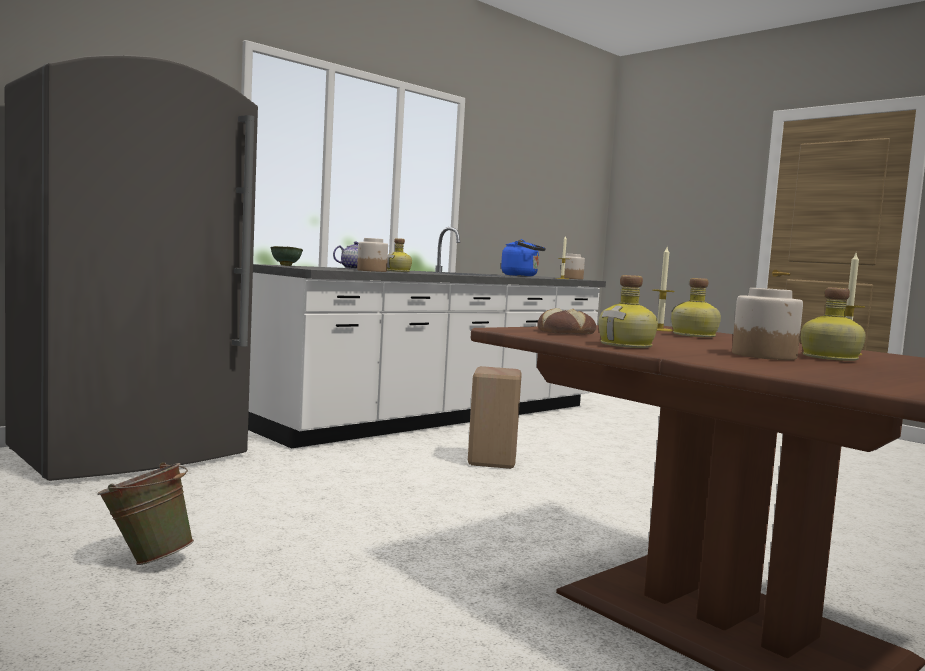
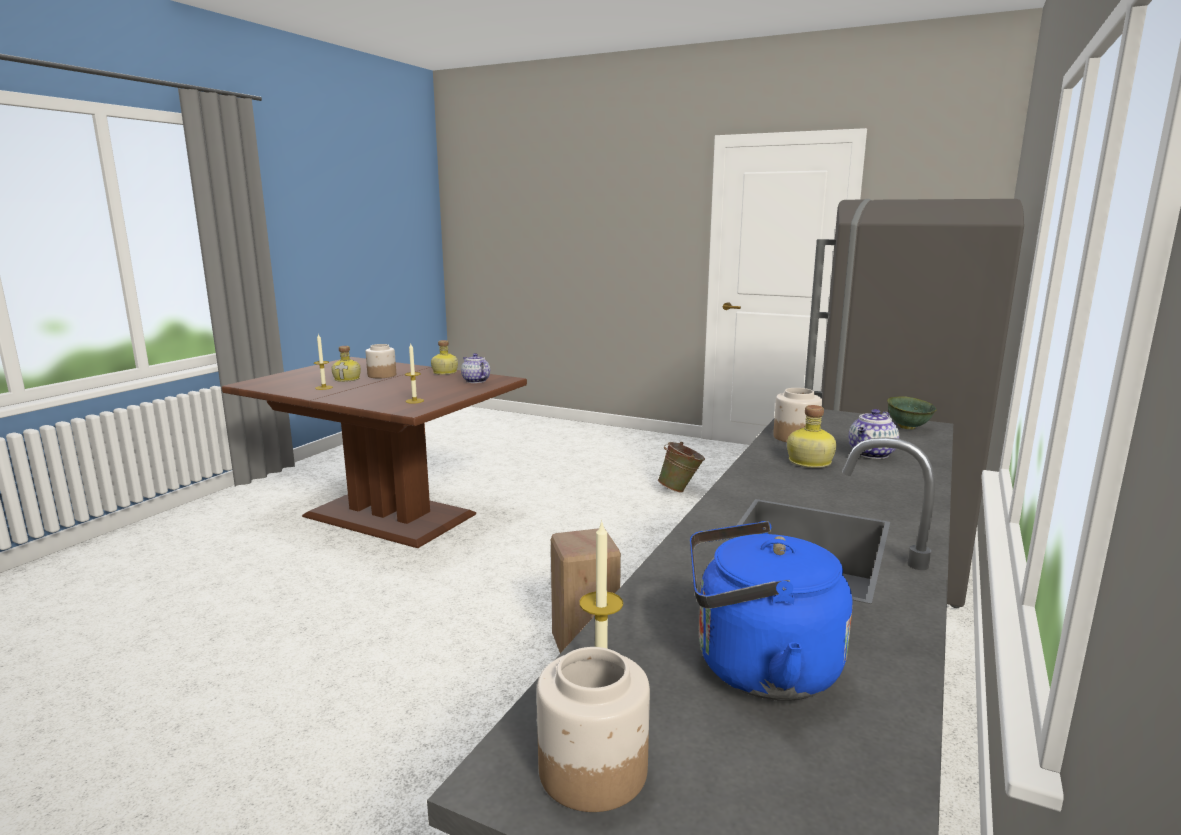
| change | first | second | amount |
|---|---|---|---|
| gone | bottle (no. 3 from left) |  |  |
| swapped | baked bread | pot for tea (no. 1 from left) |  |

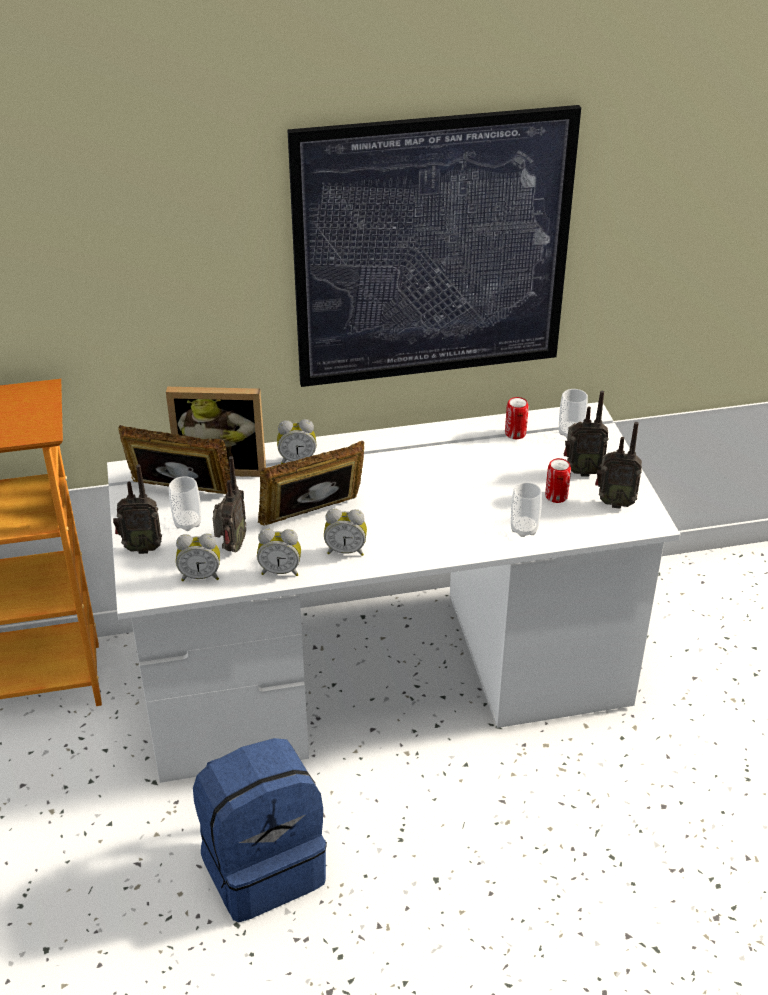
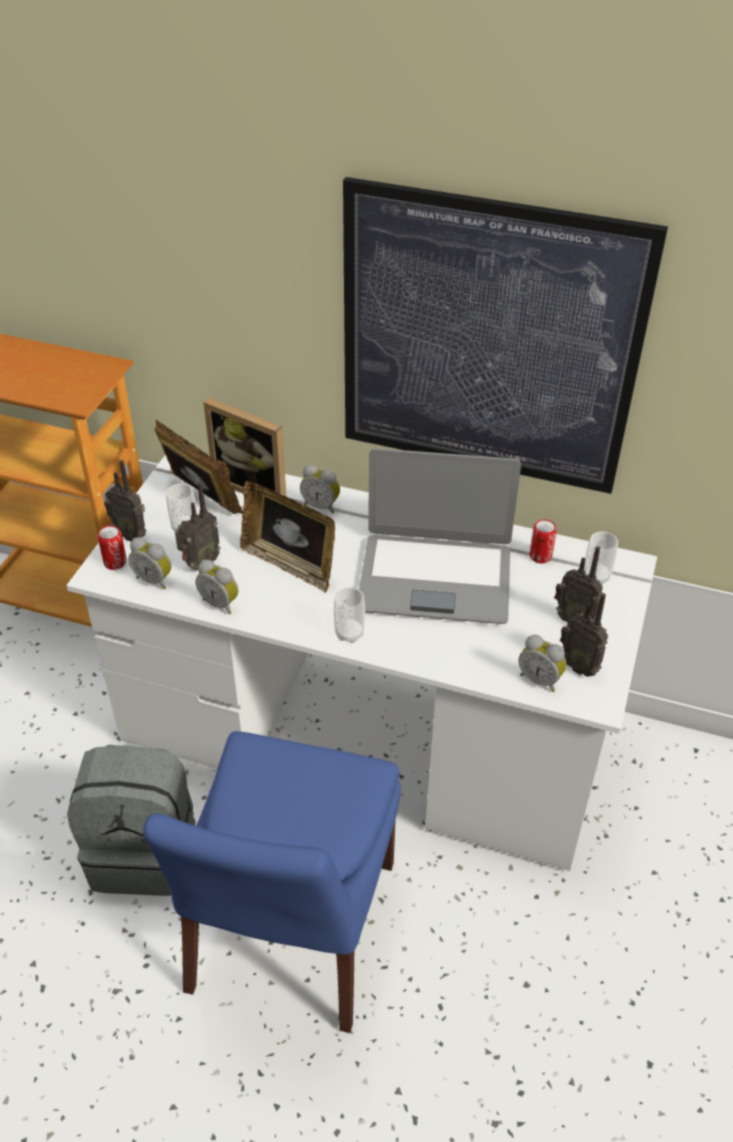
| change | first | second | amount |
|---|---|---|---|
| rotated | standing frame (no. 3 from left) |  | 150 degrees counterclockwise |
| shifted | can (no. 2 from left in the first image) | can (no. 1 from left) |  |
| shifted | small cup (no. 2 from left) |  |  |
| shifted | bedside clock (no. 4 from left) |  |  |
| repainted | blue-coloured knapsack | greyish knapsack |  |
| new |  | laptop |  |
| new |  | blue-coloured upright chair |  |

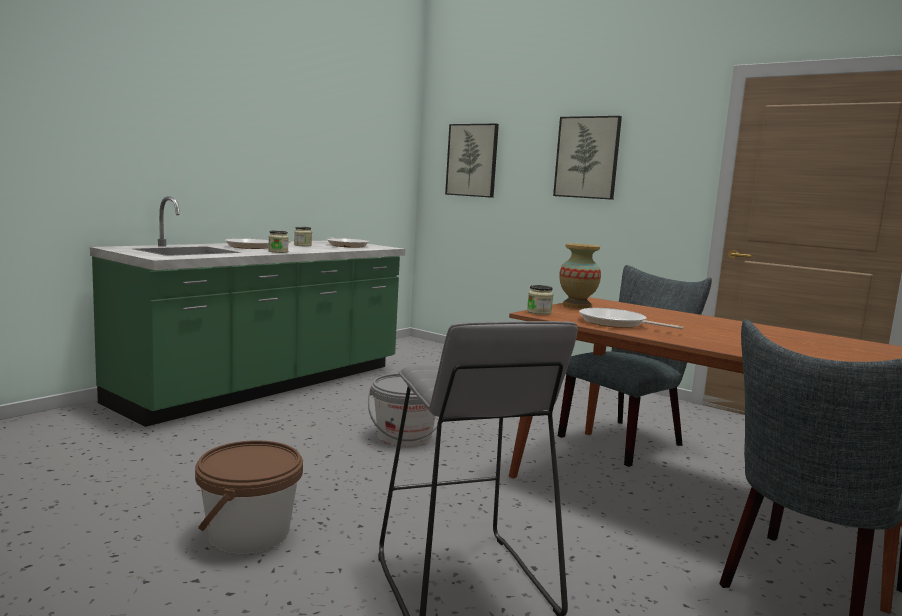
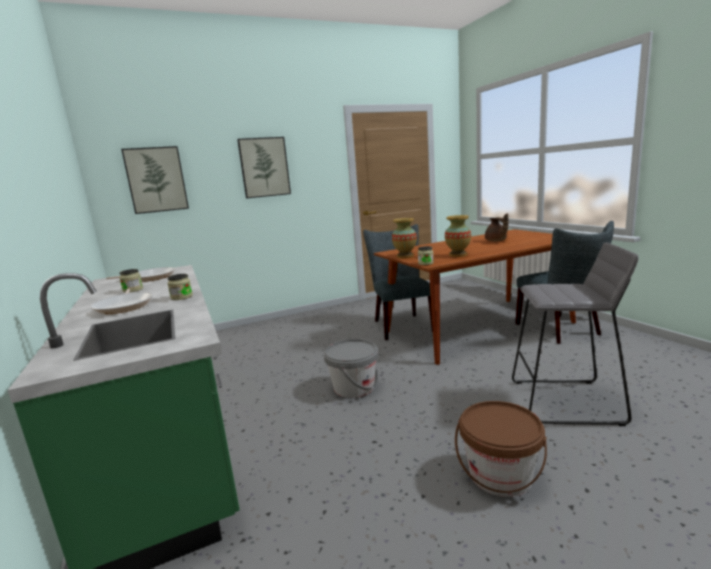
| change | first | second | amount |
|---|---|---|---|
| swapped | skillet (no. 3 from left) | vase (no. 2 from left) |  |
| new |  | brown-coloured pot for tea |  |

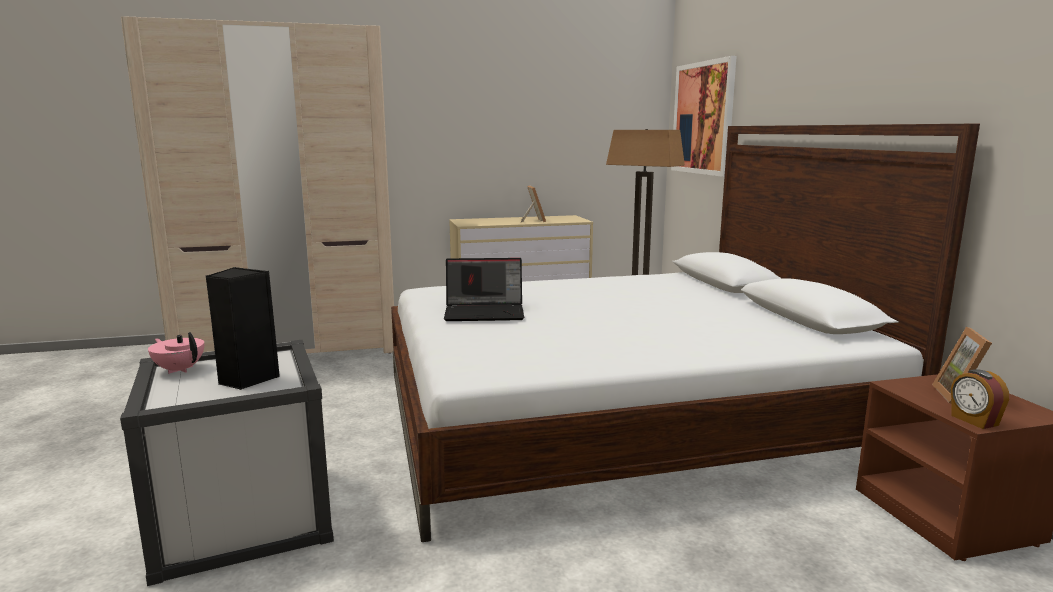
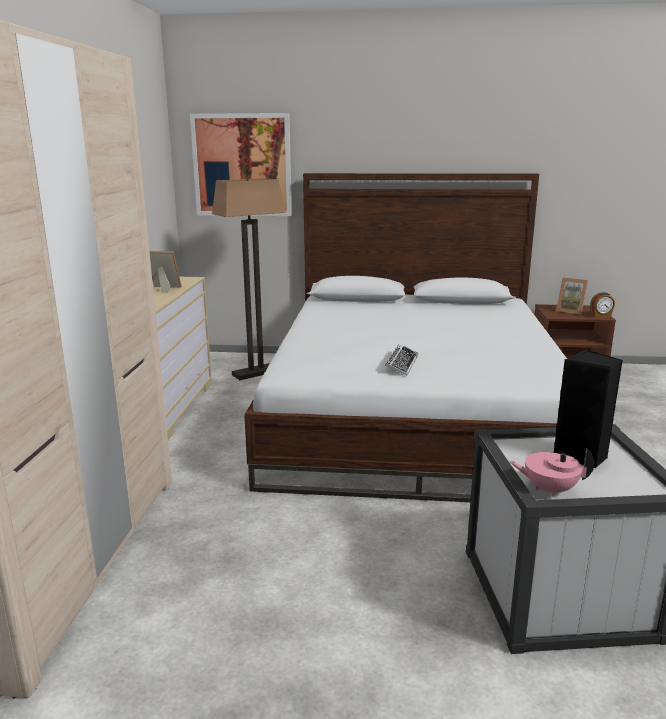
| change | first | second | amount |
|---|---|---|---|
| swapped | laptop | computer keyboard |  |
| rotated | pinkish pot for tea |  | 45 degrees clockwise |

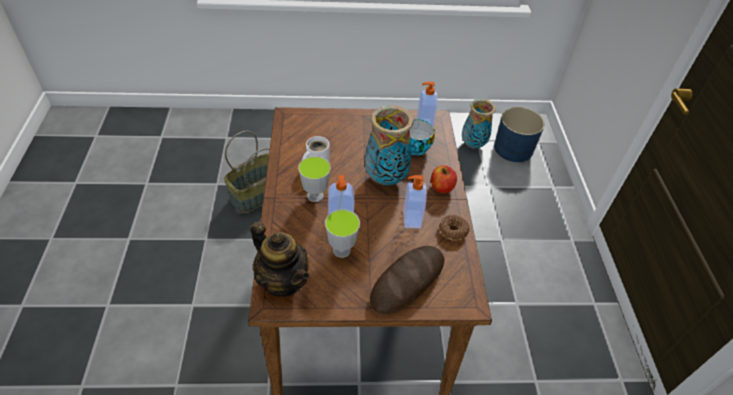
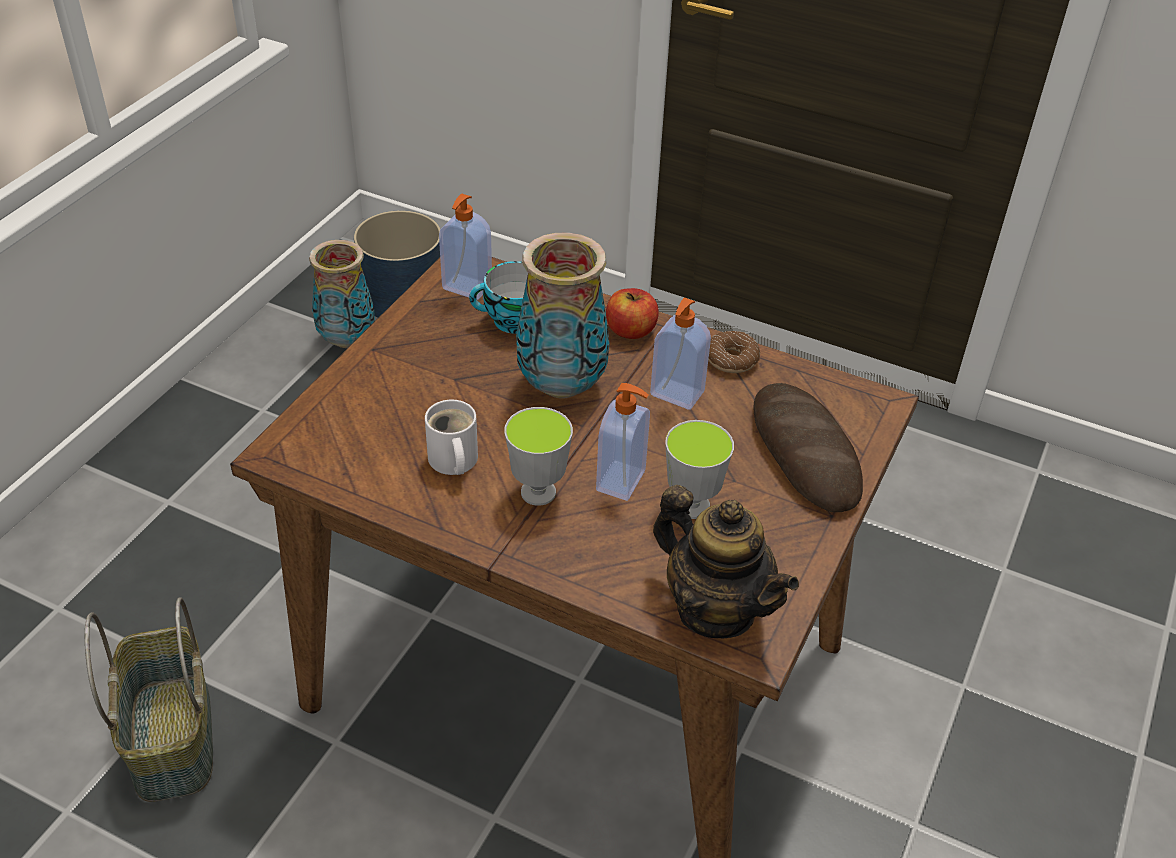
| change | first | second | amount |
|---|---|---|---|
| rotated | pot for tea |  | 60 degrees clockwise |

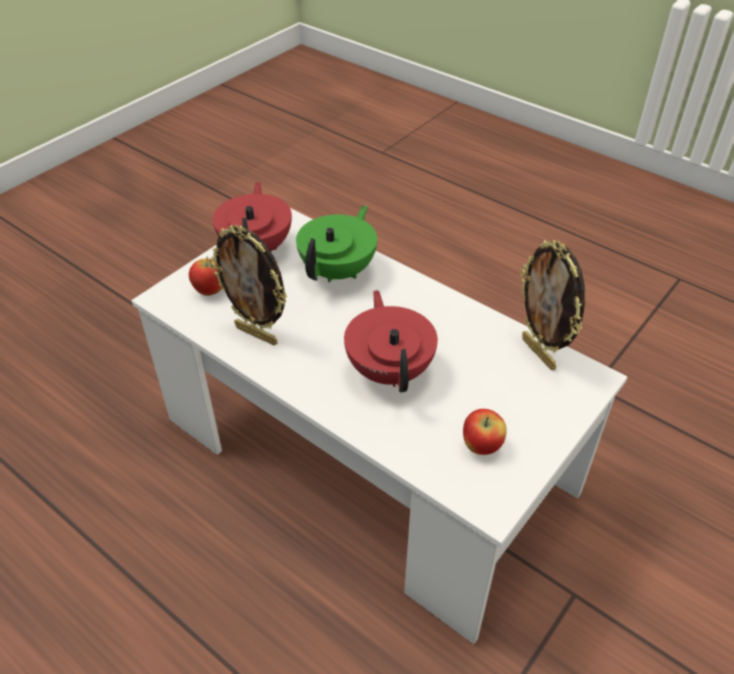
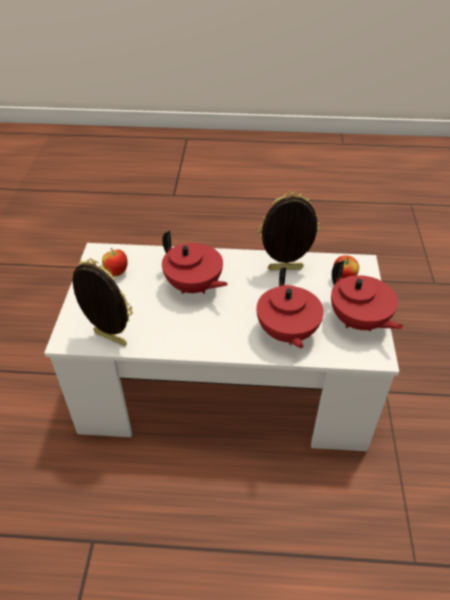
| change | first | second | amount |
|---|---|---|---|
| repainted | greenish pot for tea | red pot for tea (no. 2 from left) |  |

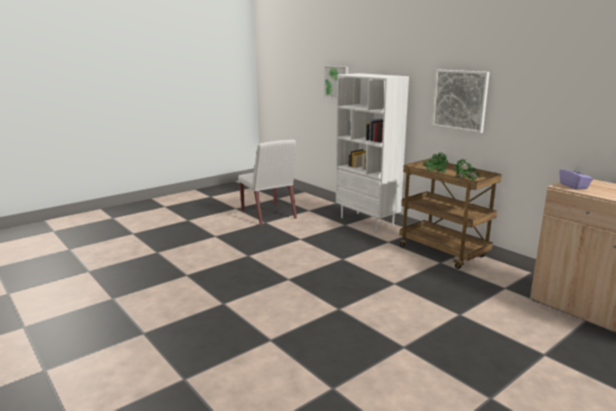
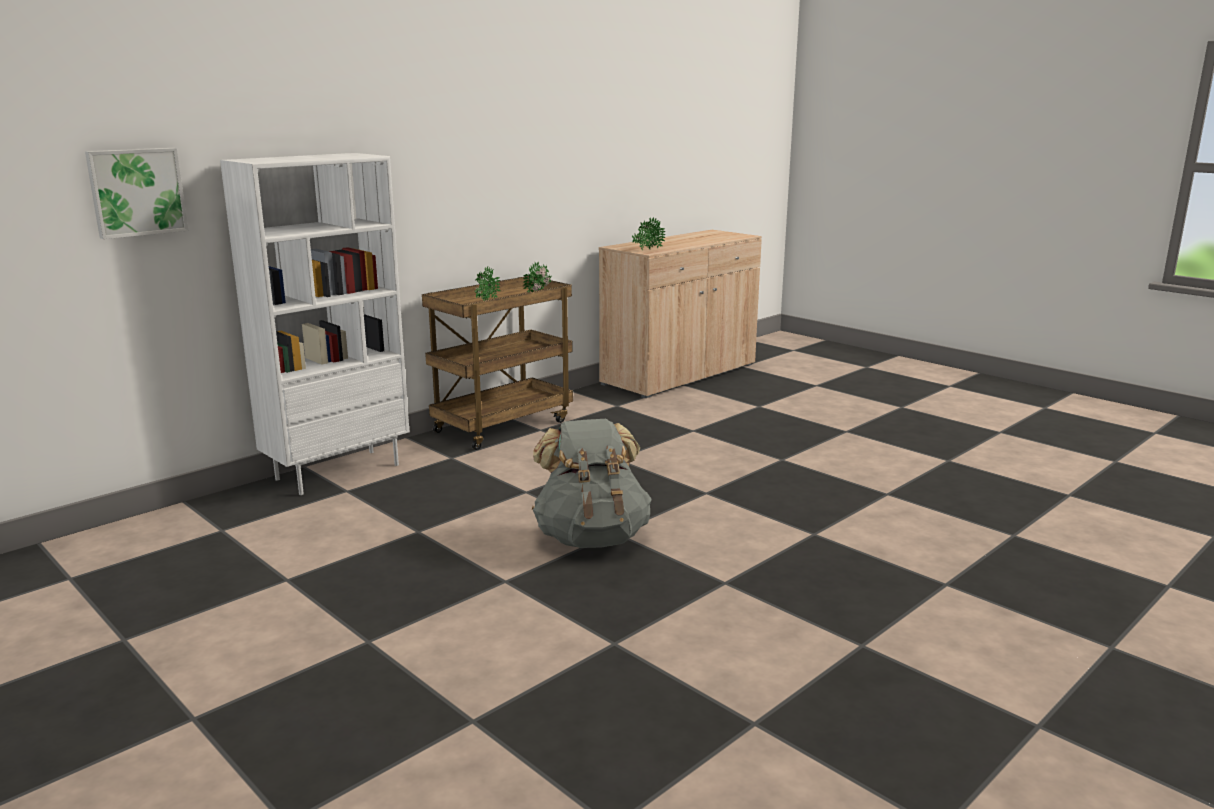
| change | first | second | amount |
|---|---|---|---|
| gone | picture (no. 2 from left) |  |  |
| gone | white-coloured upright chair |  |  |
| swapped | purplish box of tissues | potted plant (no. 3 from left) |  |
| new |  | greyish knapsack |  |

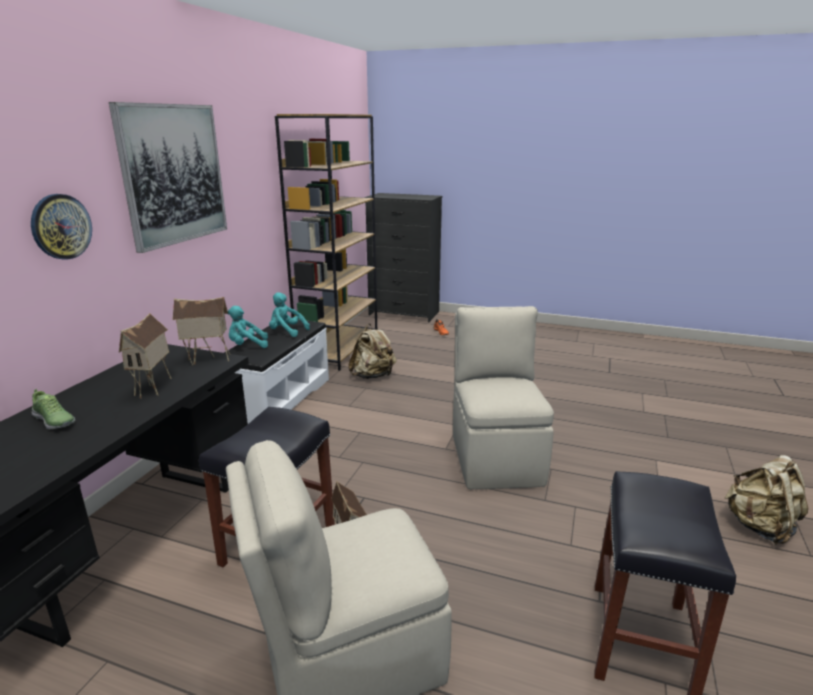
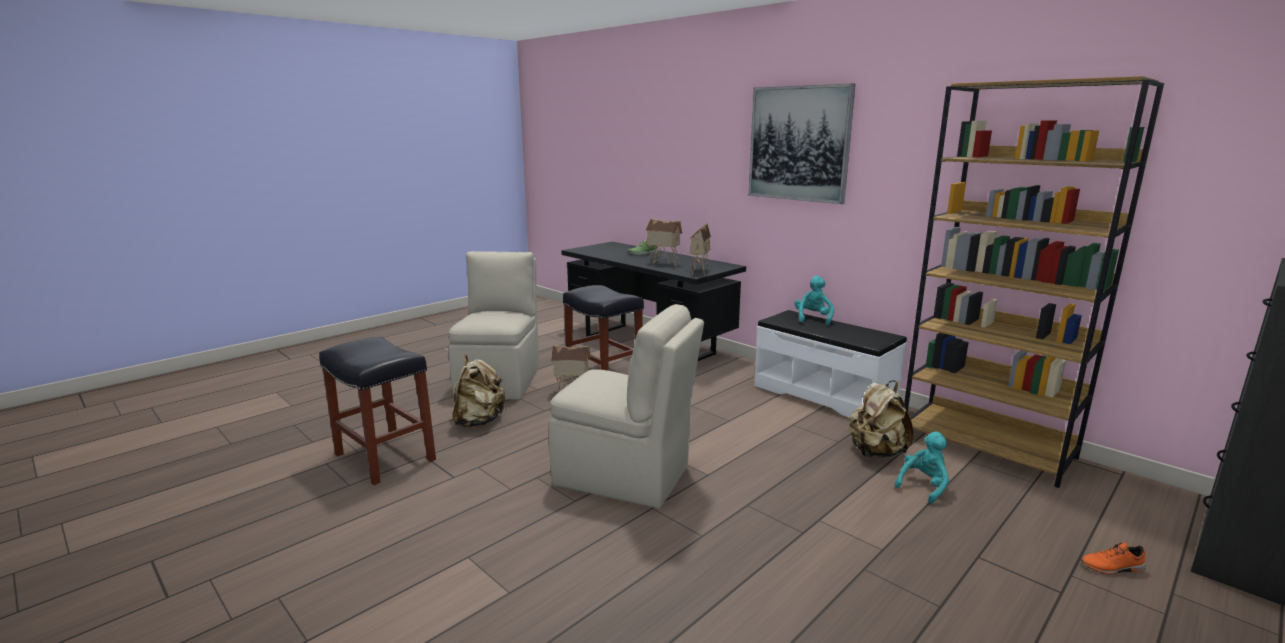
| change | first | second | amount |
|---|---|---|---|
| gone | clock on the wall |  |  |
| shifted | turquoise soft toy (no. 2 from left) |  |  |
| shifted | beige knapsack (no. 2 from left in the first image) | beige knapsack (no. 1 from left) |  |

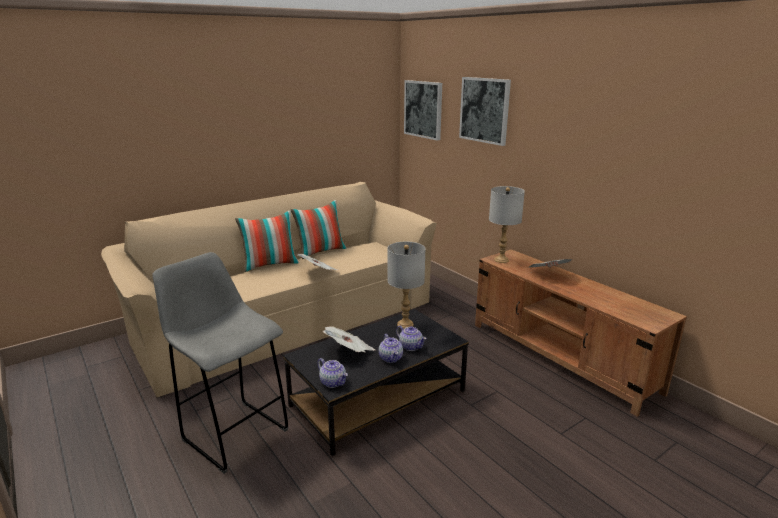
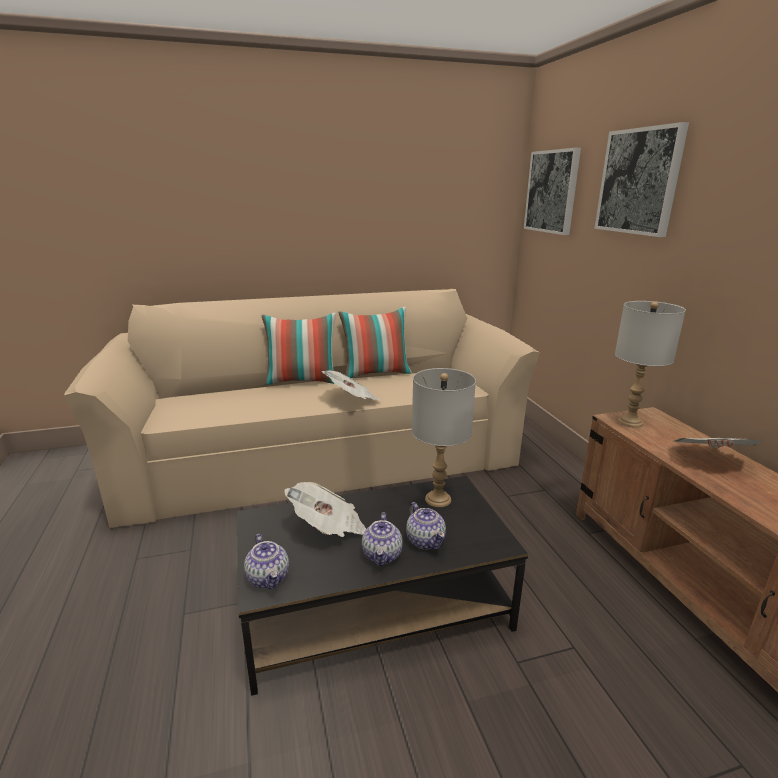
| change | first | second | amount |
|---|---|---|---|
| gone | greyish stool seat |  |  |

